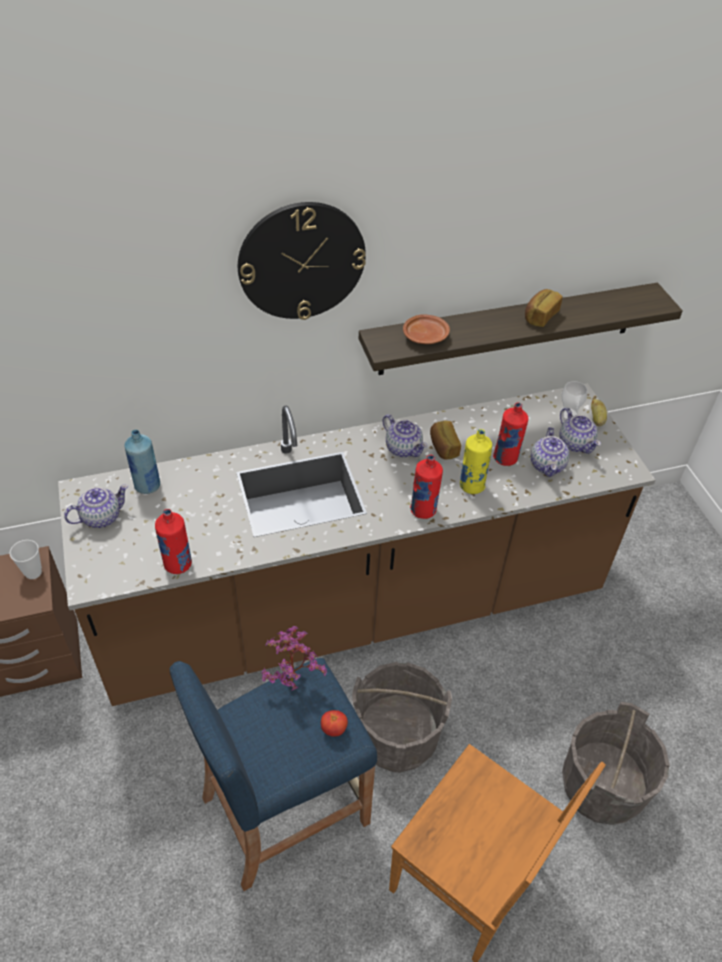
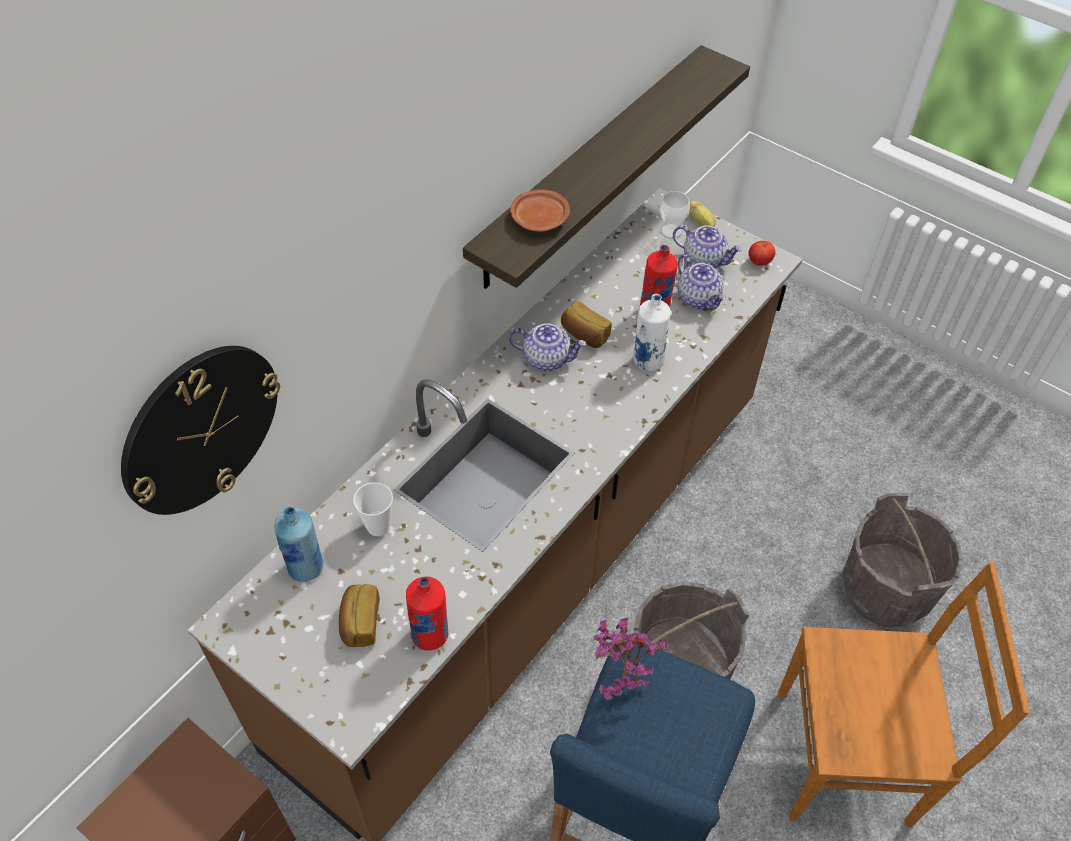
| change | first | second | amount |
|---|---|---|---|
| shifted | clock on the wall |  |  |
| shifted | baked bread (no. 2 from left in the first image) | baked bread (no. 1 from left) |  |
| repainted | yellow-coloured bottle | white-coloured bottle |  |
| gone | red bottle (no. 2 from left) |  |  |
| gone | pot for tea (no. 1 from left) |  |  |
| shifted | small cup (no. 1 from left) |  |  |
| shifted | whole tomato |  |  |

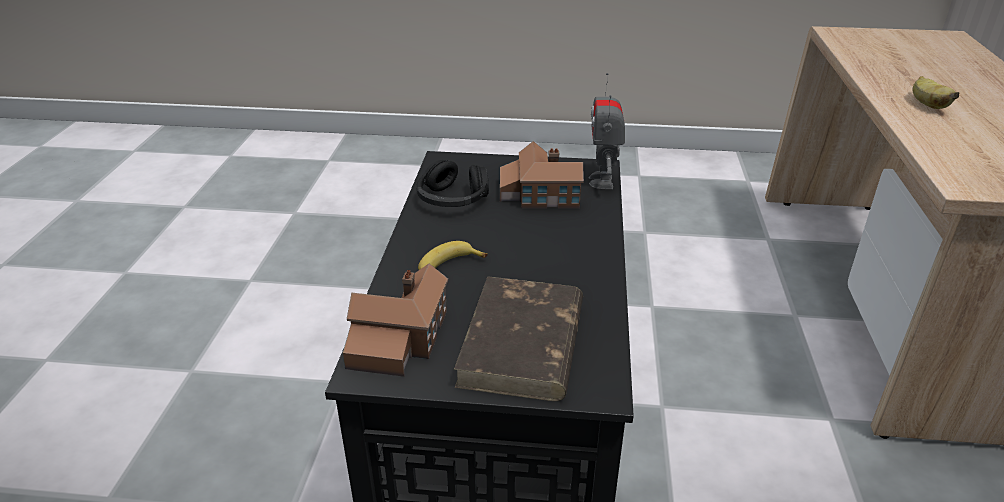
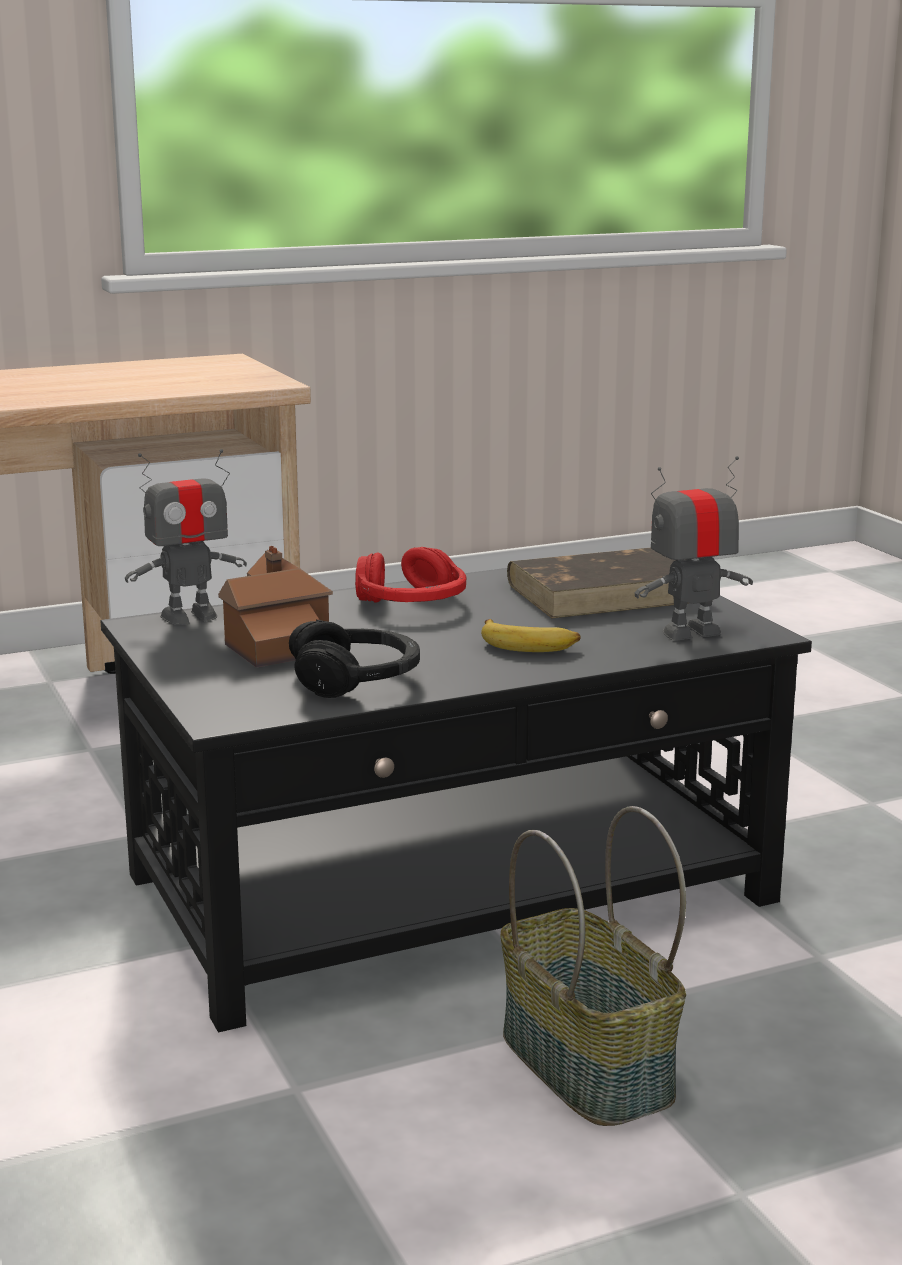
| change | first | second | amount |
|---|---|---|---|
| gone | whole banana (no. 2 from left) |  |  |
| swapped | miniature house (no. 1 from left) | robot figure (no. 2 from left) |  |
| new |  | red pair of headphones |  |
| new |  | storage basket |  |

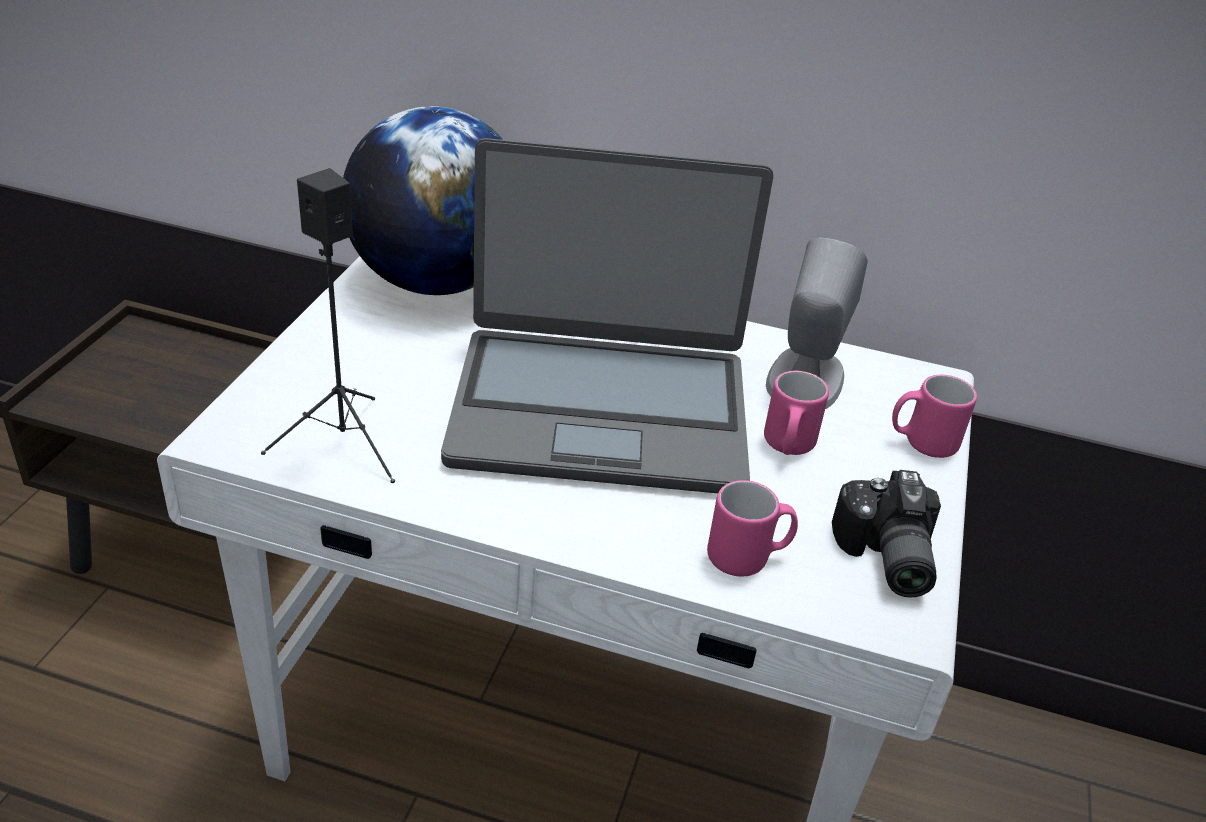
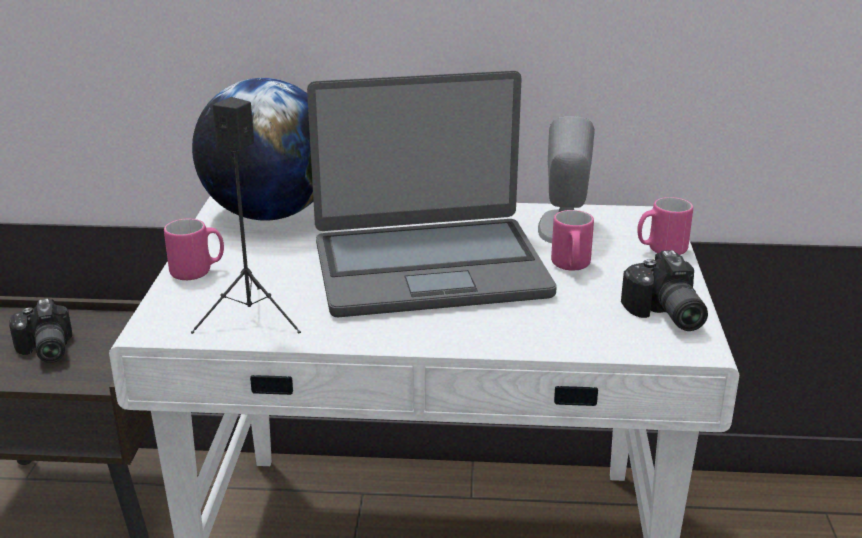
| change | first | second | amount |
|---|---|---|---|
| shifted | pinkish coffee mug (no. 1 from left) |  |  |
| new |  | still camera (no. 1 from left) |  |

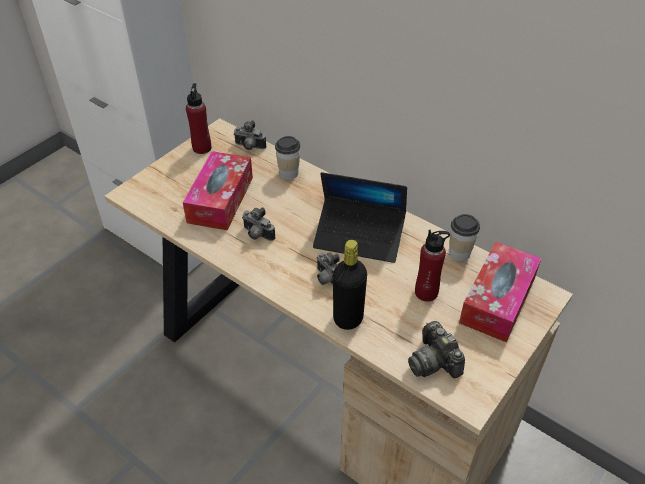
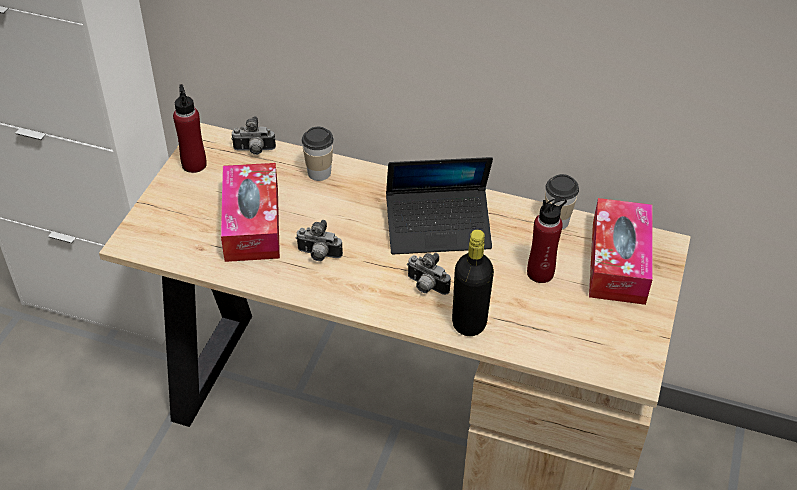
| change | first | second | amount |
|---|---|---|---|
| gone | still camera (no. 4 from left) |  |  |

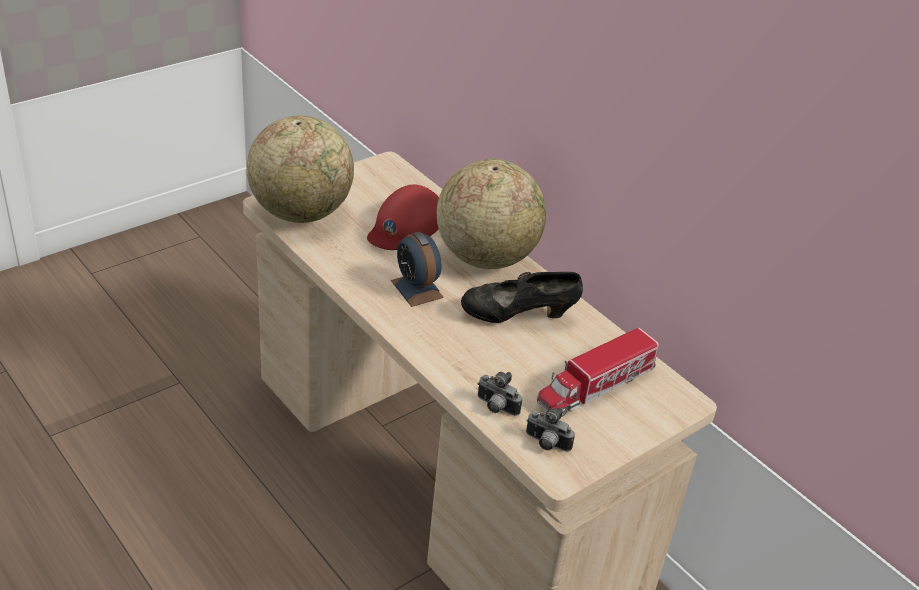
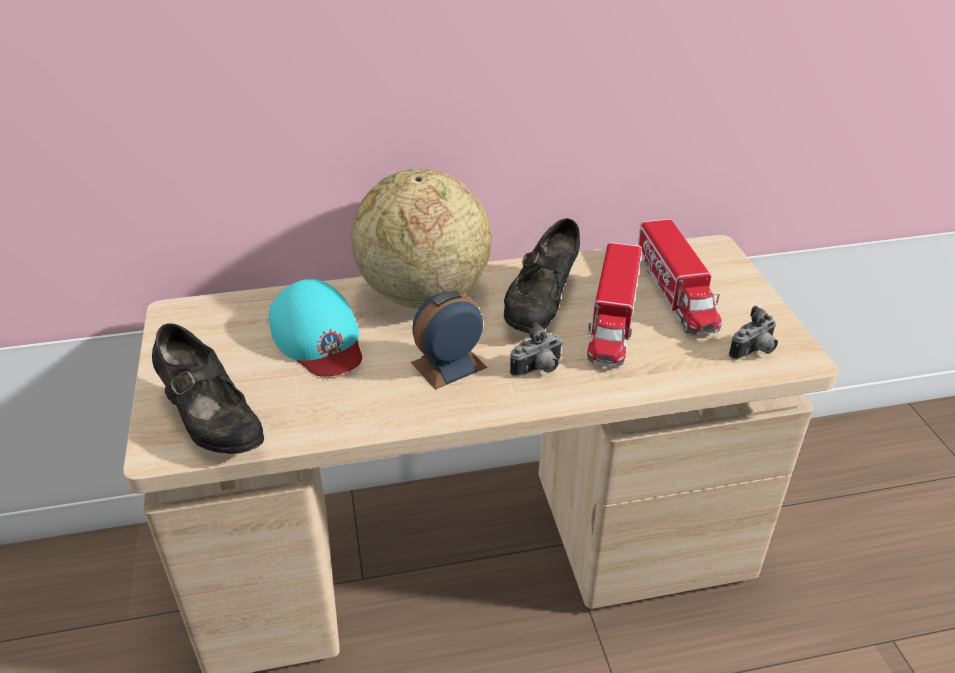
| change | first | second | amount |
|---|---|---|---|
| swapped | world globe (no. 1 from left) | black shoe (no. 1 from left) |  |
| repainted | red cap | turquoise cap |  |
| rotated | bedside clock |  | 150 degrees clockwise |
| shifted | still camera (no. 1 from left) |  |  |
| new |  | toy truck (no. 1 from left) |  |

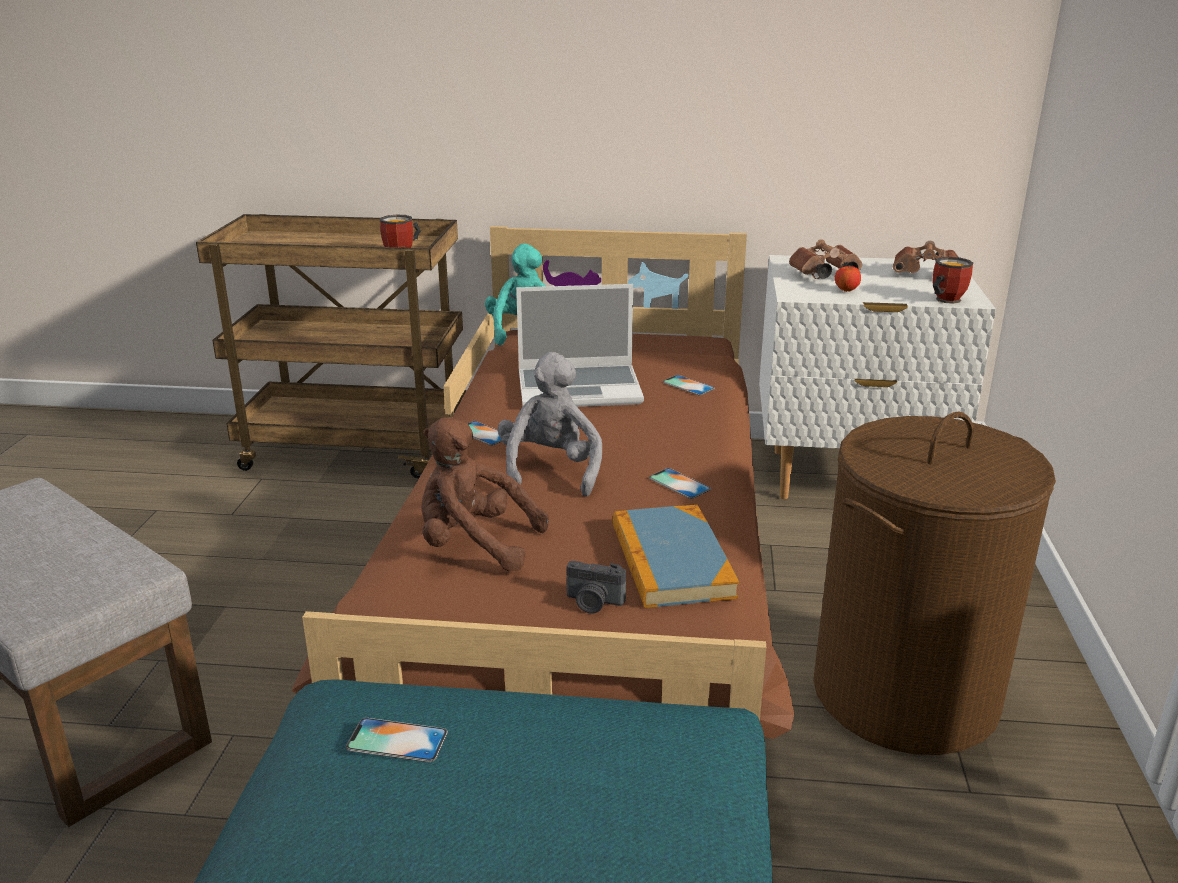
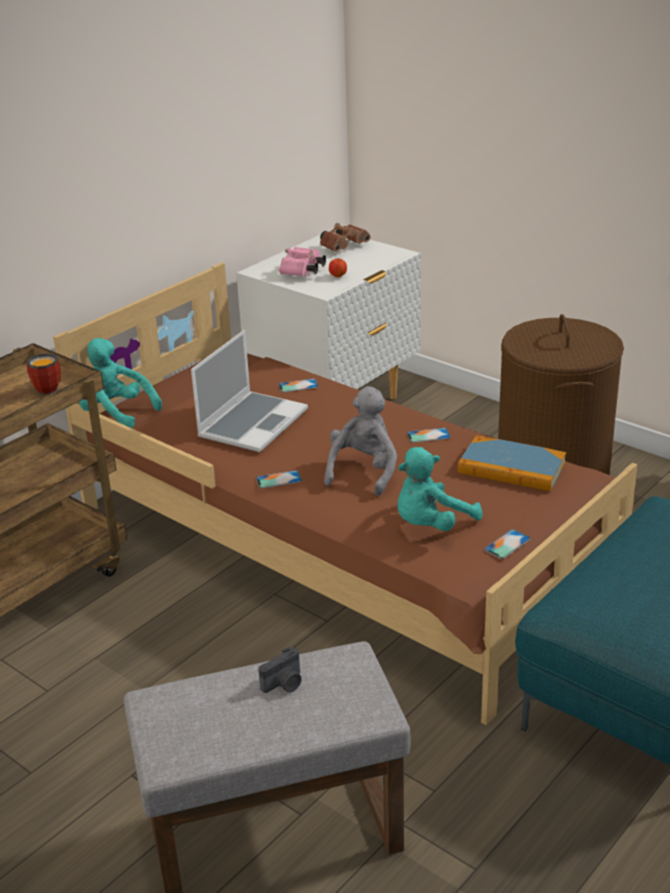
| change | first | second | amount |
|---|---|---|---|
| repainted | brown-coloured binoculars (no. 1 from left) | pinkish binoculars |  |
| gone | coffee mug (no. 2 from left) |  |  |
| rotated | greyish soft toy |  | 75 degrees clockwise |
| repainted | brown-coloured soft toy | turquoise soft toy (no. 2 from left) |  |
| shifted | still camera |  |  |
| shifted | phone (no. 1 from left in the first image) | phone (no. 4 from left) |  |

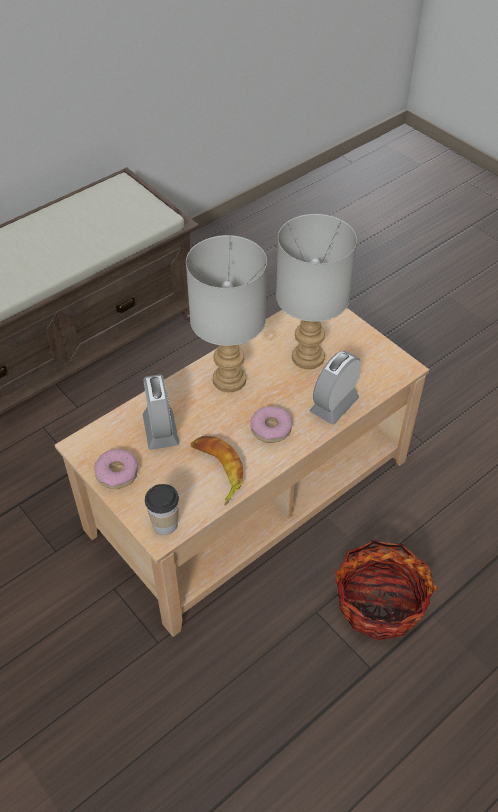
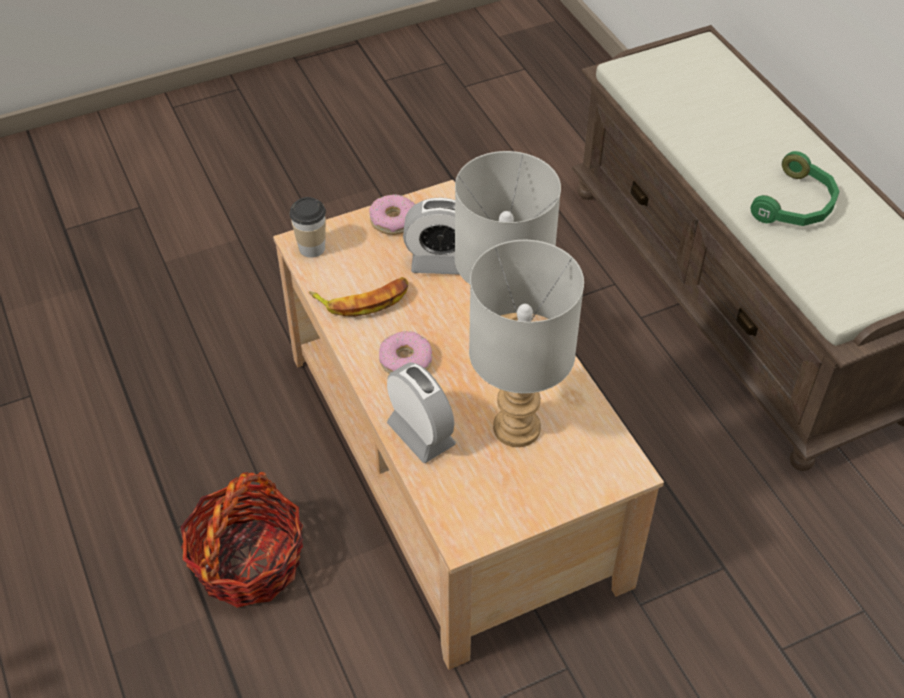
| change | first | second | amount |
|---|---|---|---|
| new |  | greenish pair of headphones |  |

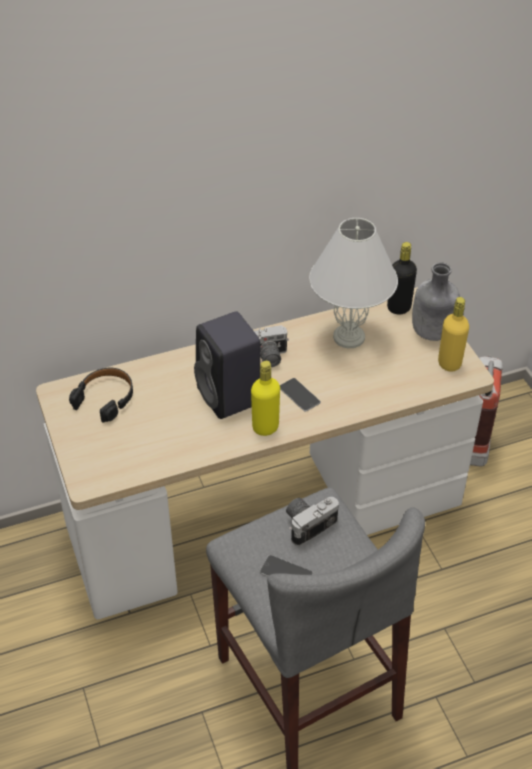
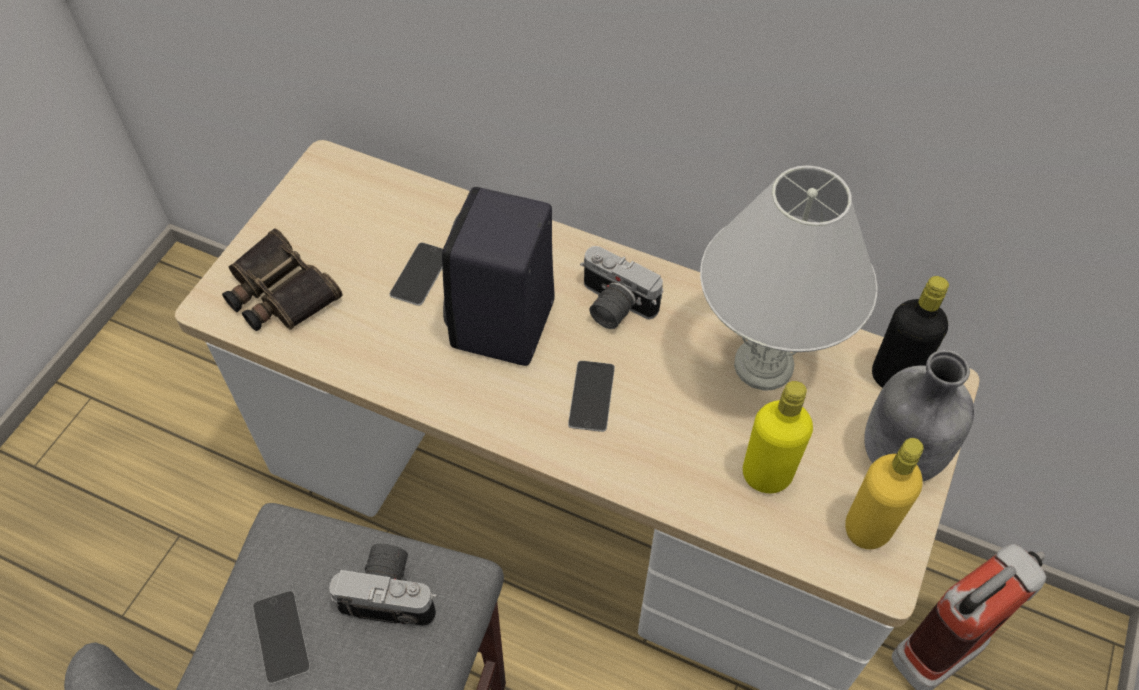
| change | first | second | amount |
|---|---|---|---|
| shifted | yellow-coloured bottle (no. 1 from left) |  |  |
| gone | black pair of headphones |  |  |
| new |  | binoculars |  |
| new |  | phone (no. 2 from left) |  |

